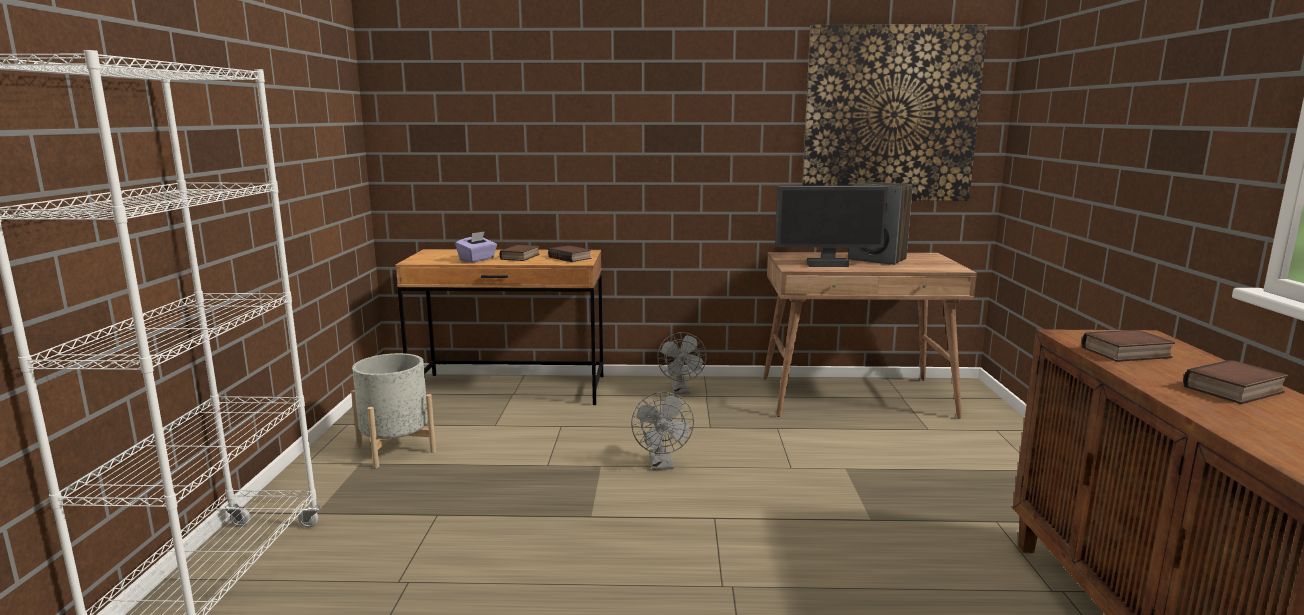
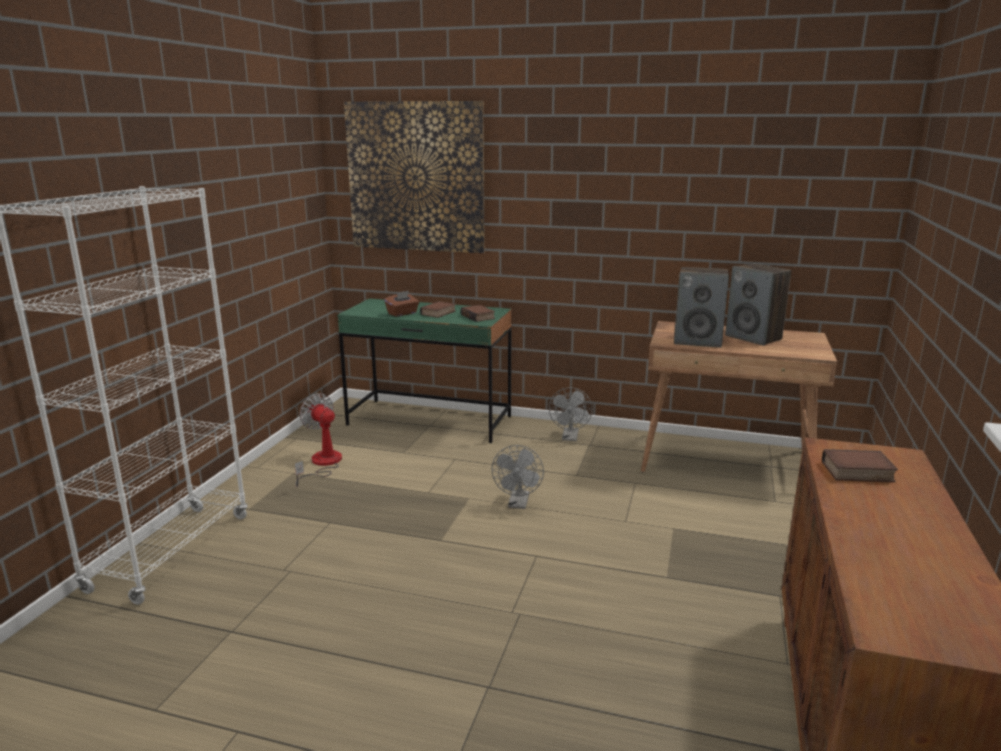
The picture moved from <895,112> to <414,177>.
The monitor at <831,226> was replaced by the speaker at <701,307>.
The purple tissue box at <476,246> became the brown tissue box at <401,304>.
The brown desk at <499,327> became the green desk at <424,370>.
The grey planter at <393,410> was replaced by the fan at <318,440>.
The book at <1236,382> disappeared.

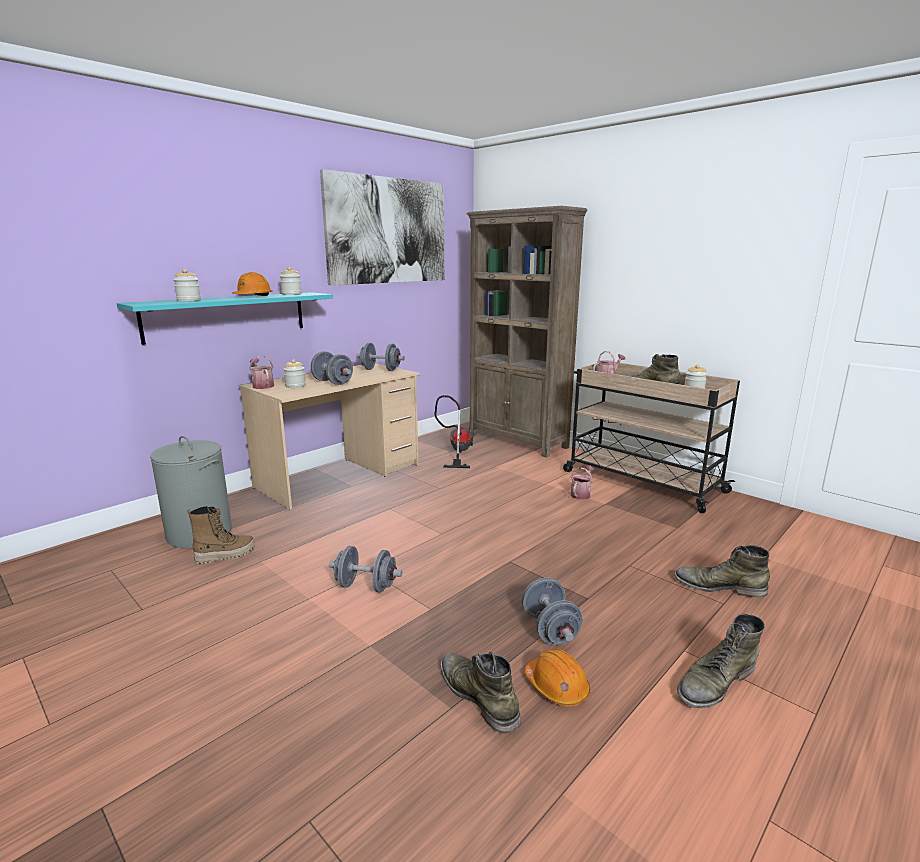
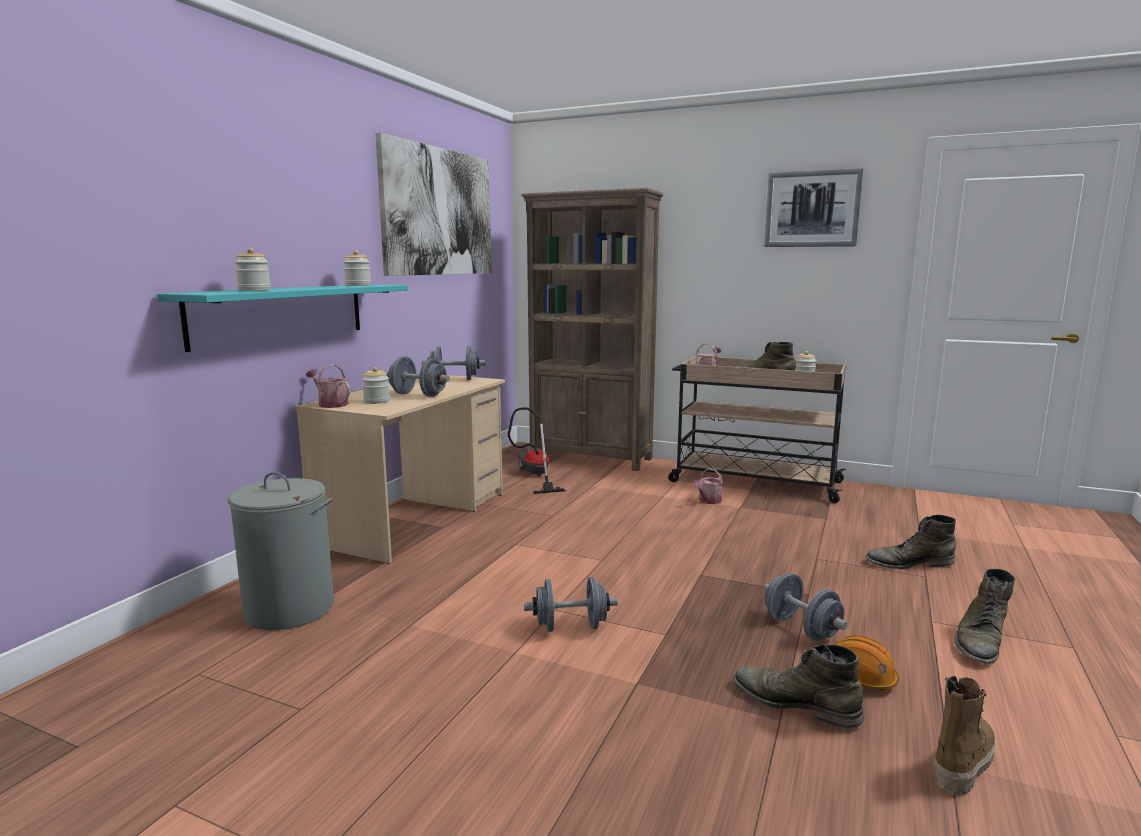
The orange hard hat at <252,284> disappeared.
The watering can at <582,483> turned 150 degrees counterclockwise.
The boot moved from <221,535> to <965,736>.
The picture at <813,207> appeared.

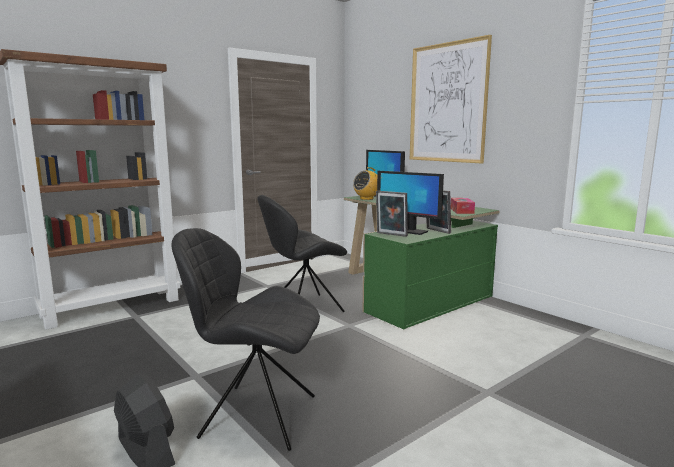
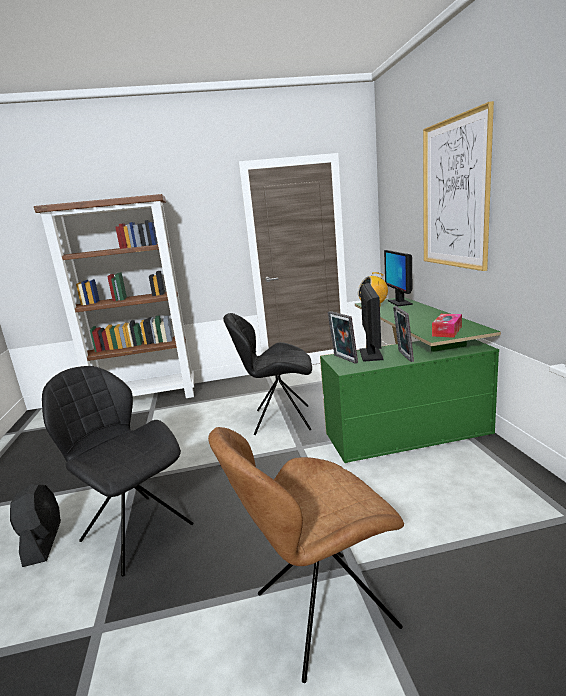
The monitor at <410,203> turned 150 degrees counterclockwise.
The brown chair at <306,555> appeared.

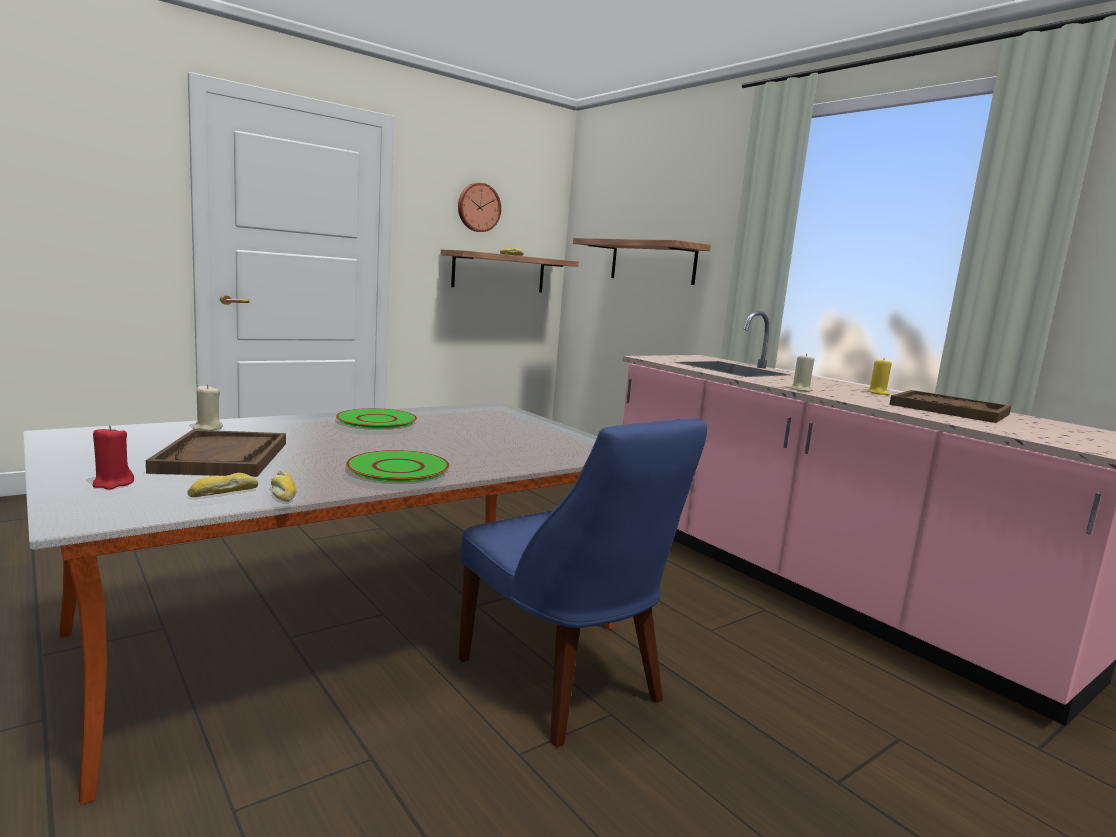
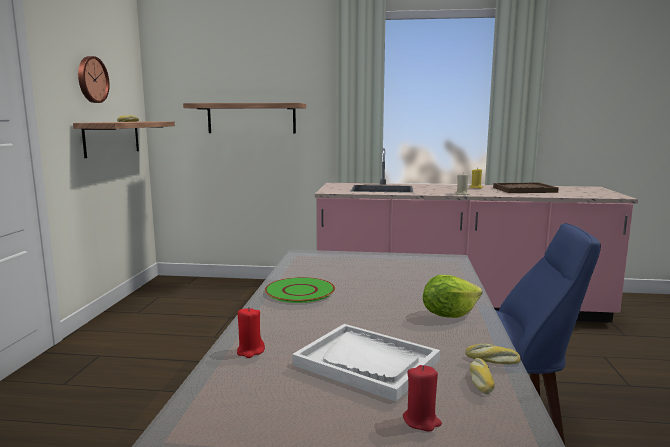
The beige candle at <208,407> became the red candle at <251,332>.
The brown tray at <216,453> became the white tray at <366,363>.
The green plate at <398,466> was replaced by the lettuce at <452,296>.

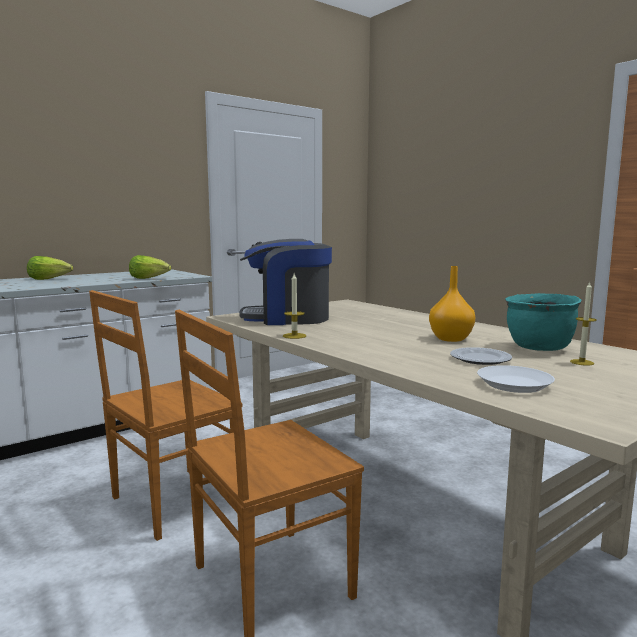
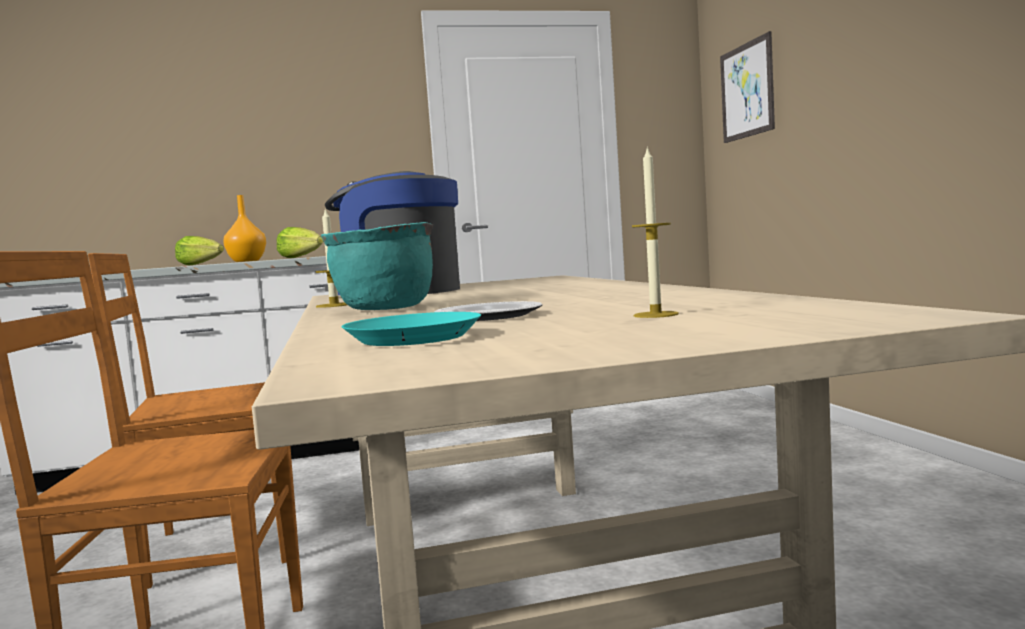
The orange vase moved from <452,304> to <244,228>.
The turquoise cooking pot moved from <543,322> to <377,266>.
The white plate at <516,379> became the turquoise plate at <411,329>.
The picture at <747,87> appeared.

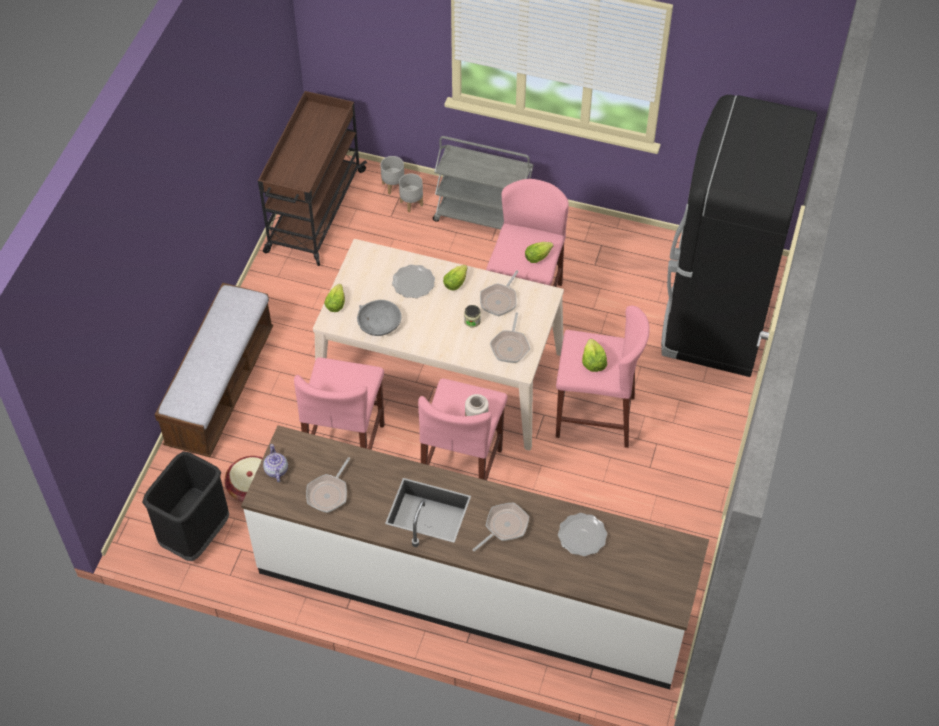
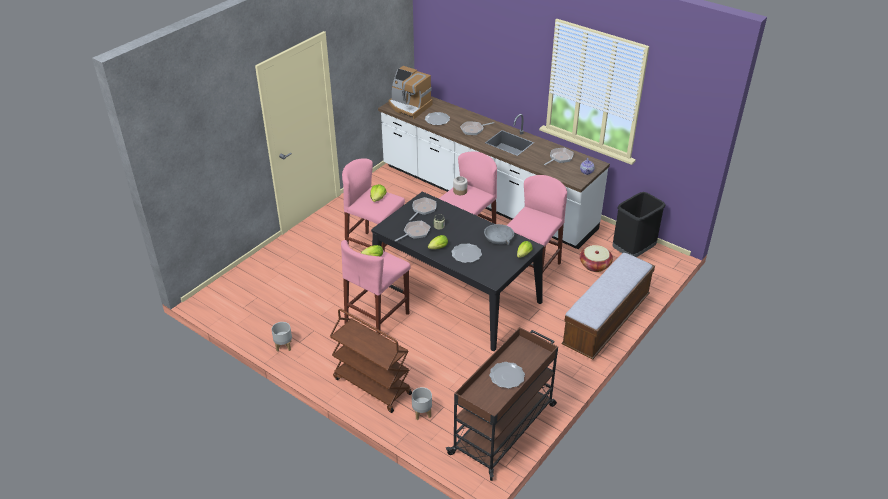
The black fridge at <739,236> disappeared.
The grey cart at <483,183> became the brown cart at <371,361>.
The grey planter moved from <392,175> to <281,337>.
The beige dining table at <438,344> became the black dining table at <457,271>.
The coffee machine at <410,92> appeared.
The plate at <507,375> appeared.

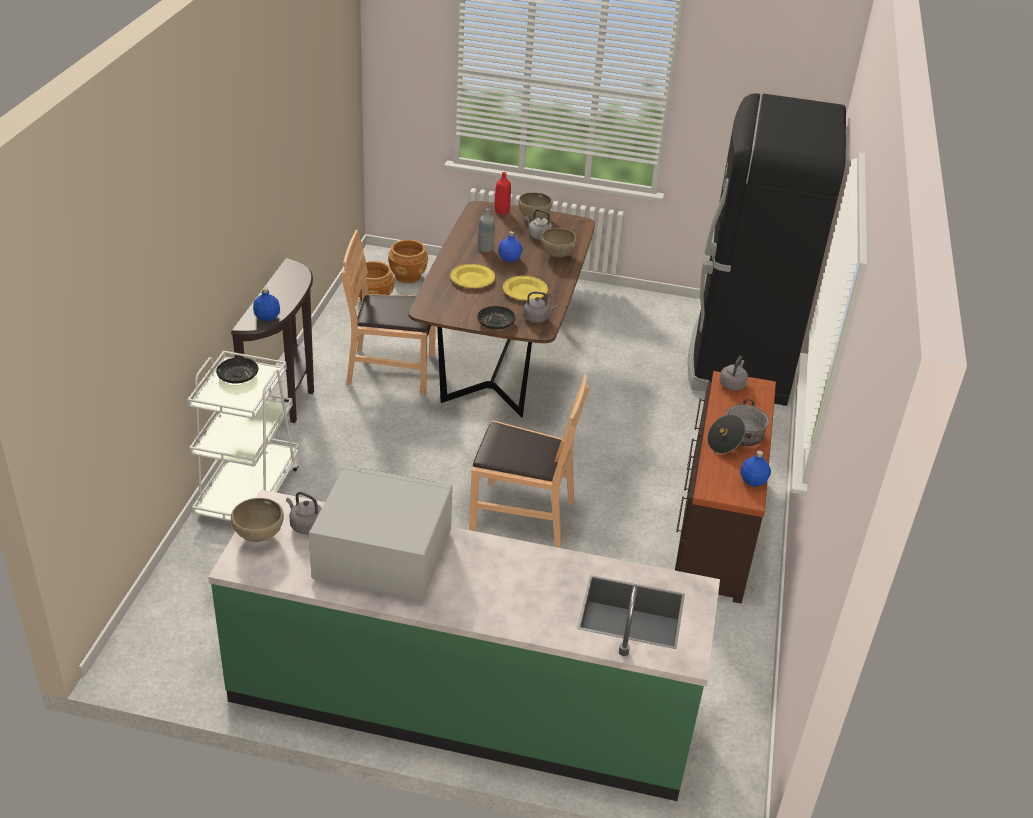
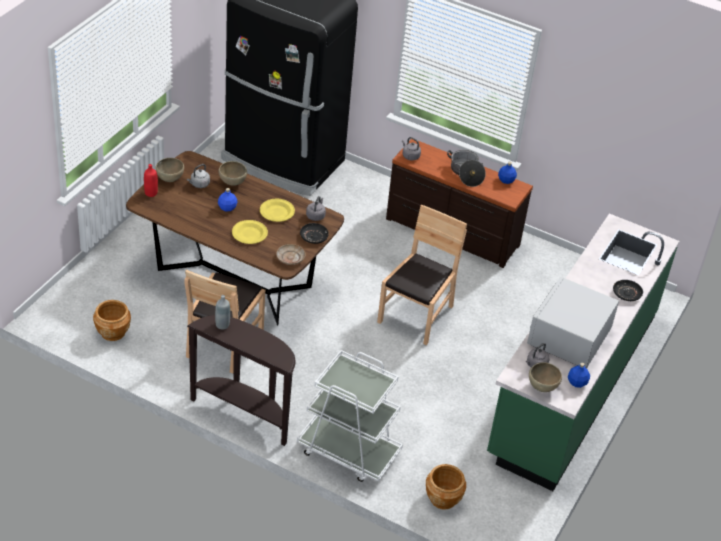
The grey bottle moved from <486,230> to <222,312>.
The brown planter moved from <408,261> to <446,487>.
The blue bottle moved from <266,304> to <579,375>.
The black plate moved from <237,370> to <628,290>.
The beige plate at <291,254> appeared.

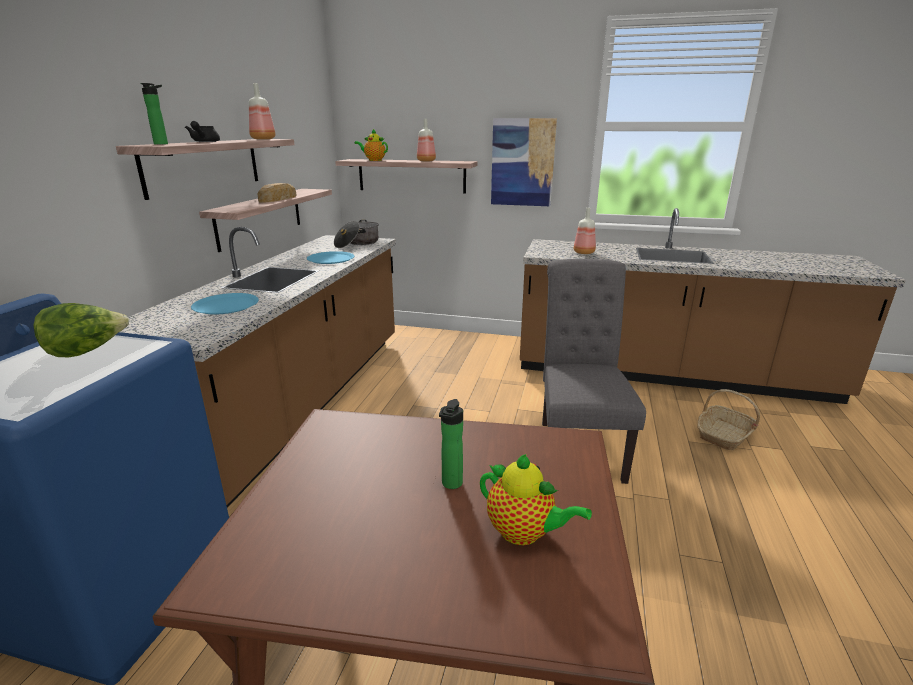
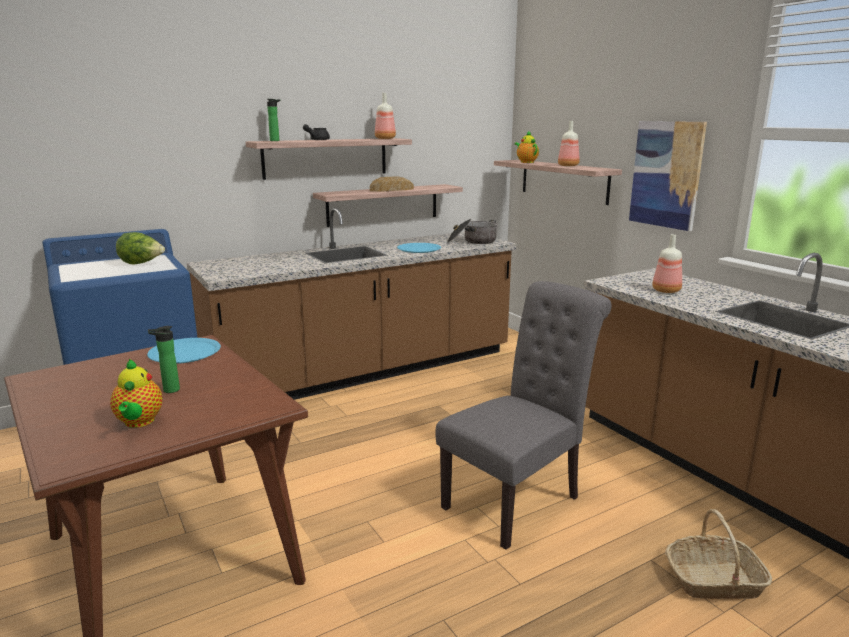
The blue plate moved from <225,303> to <184,351>.

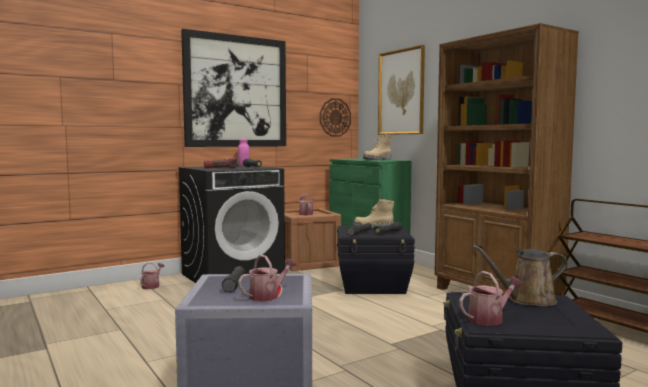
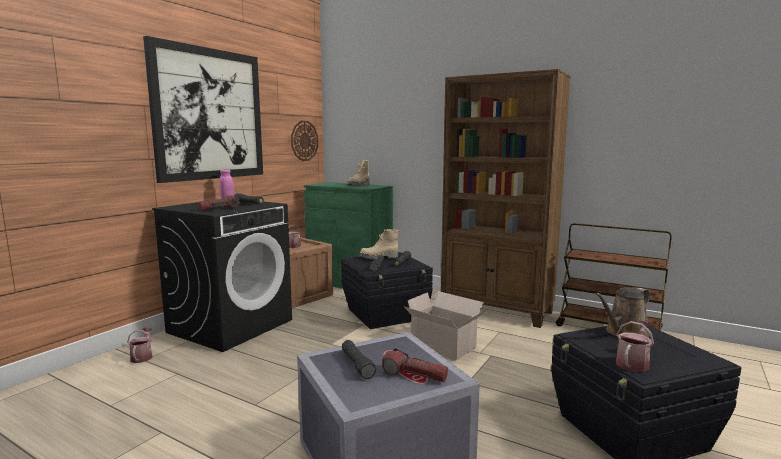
The picture at <401,90> disappeared.
The watering can at <267,278> was replaced by the flashlight at <415,365>.
The cardboard box at <444,325> appeared.

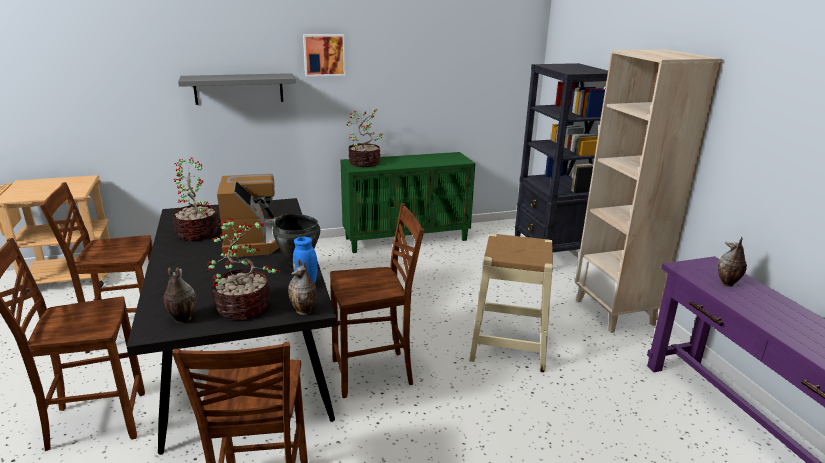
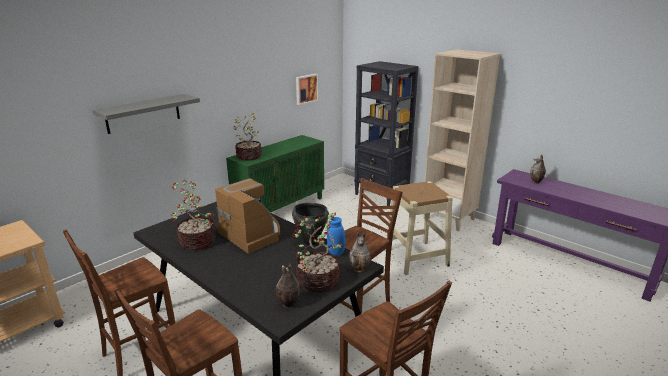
The picture moved from <324,55> to <307,89>.

